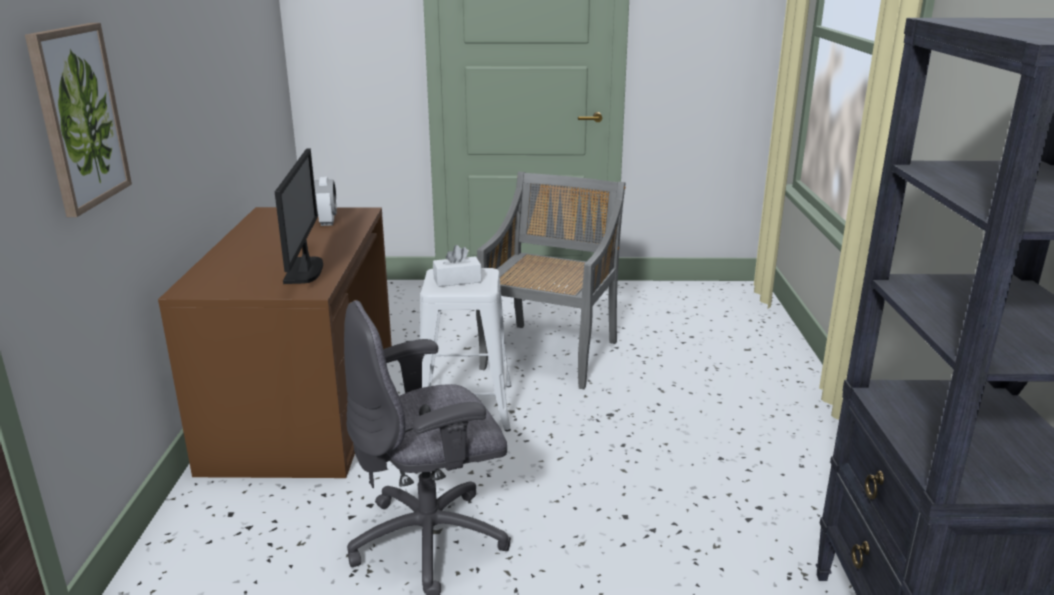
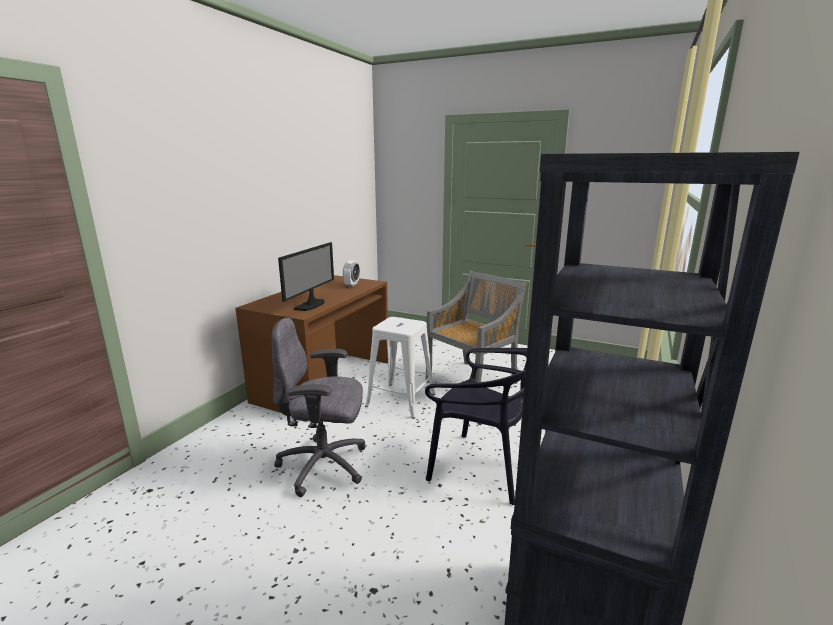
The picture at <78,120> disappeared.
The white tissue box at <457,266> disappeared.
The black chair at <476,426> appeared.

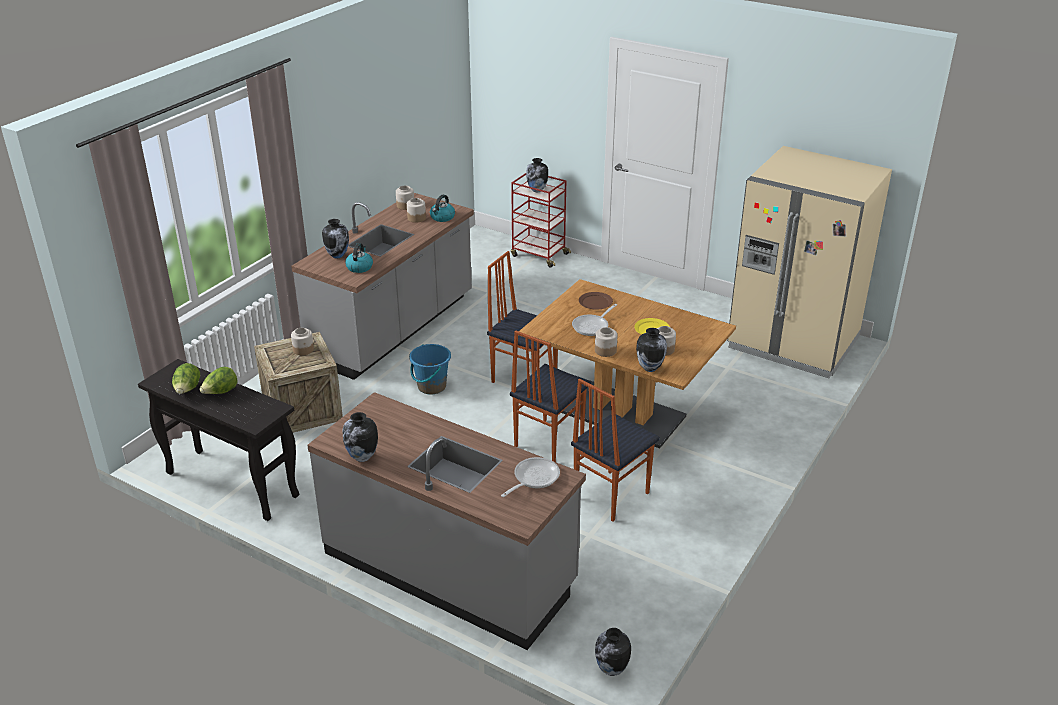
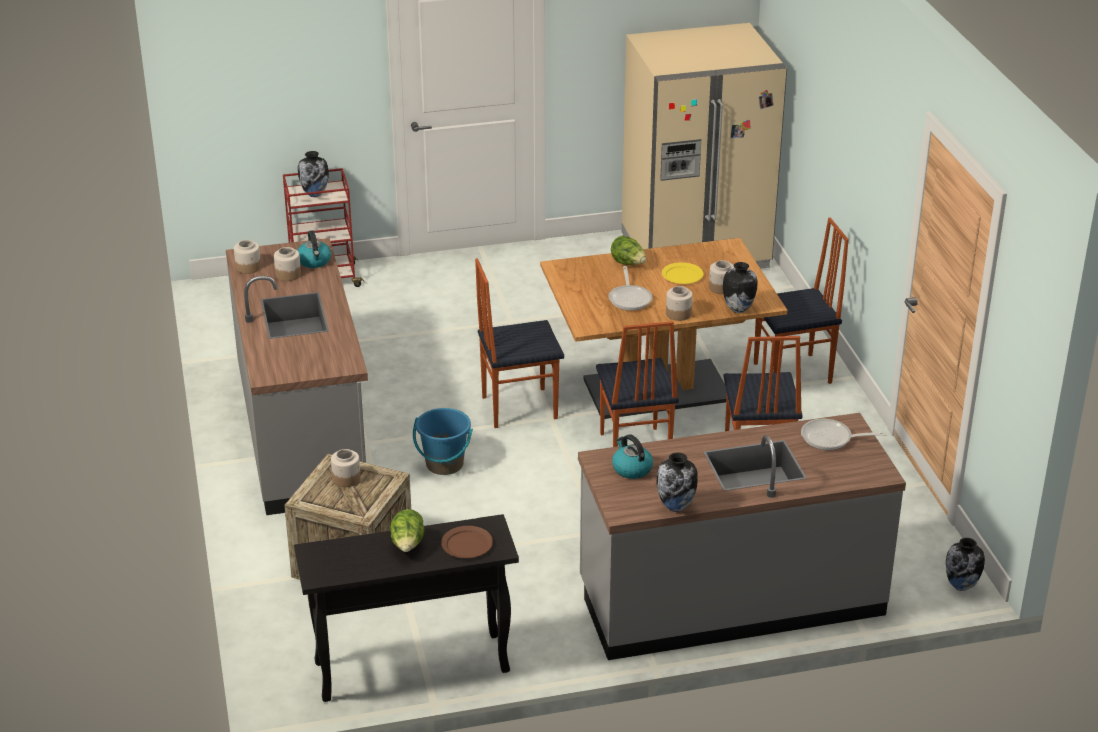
The vase at <335,239> disappeared.
The kettle moved from <359,258> to <632,456>.
The brown plate moved from <596,300> to <467,542>.
The lettuce moved from <186,378> to <628,250>.
The frying pan at <530,477> turned 75 degrees counterclockwise.
The chair at <801,300> appeared.

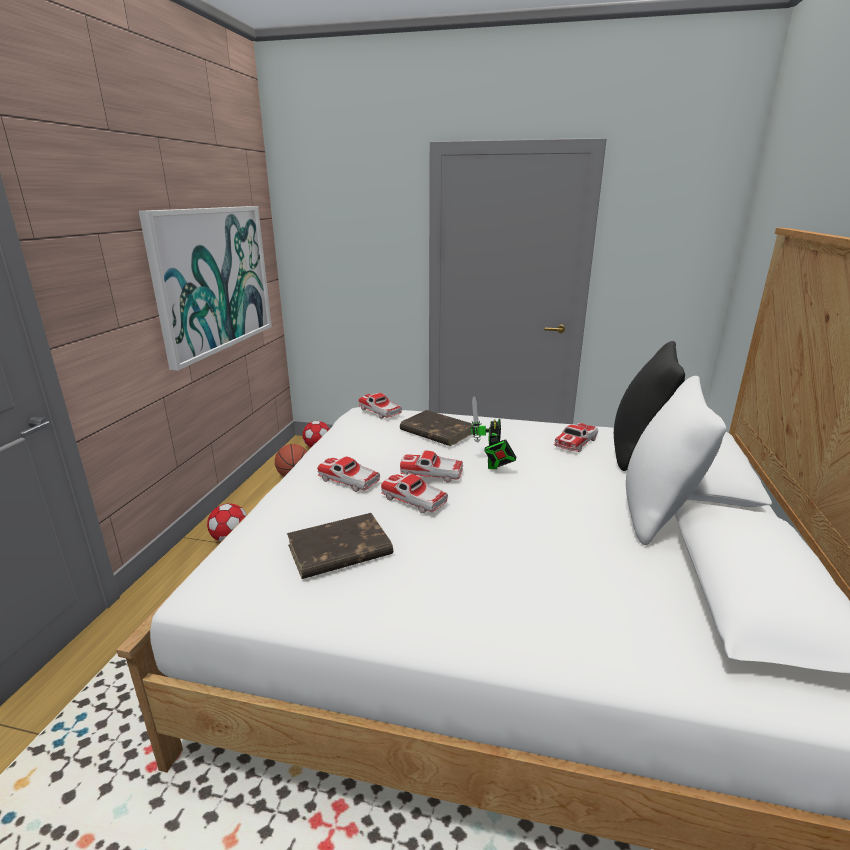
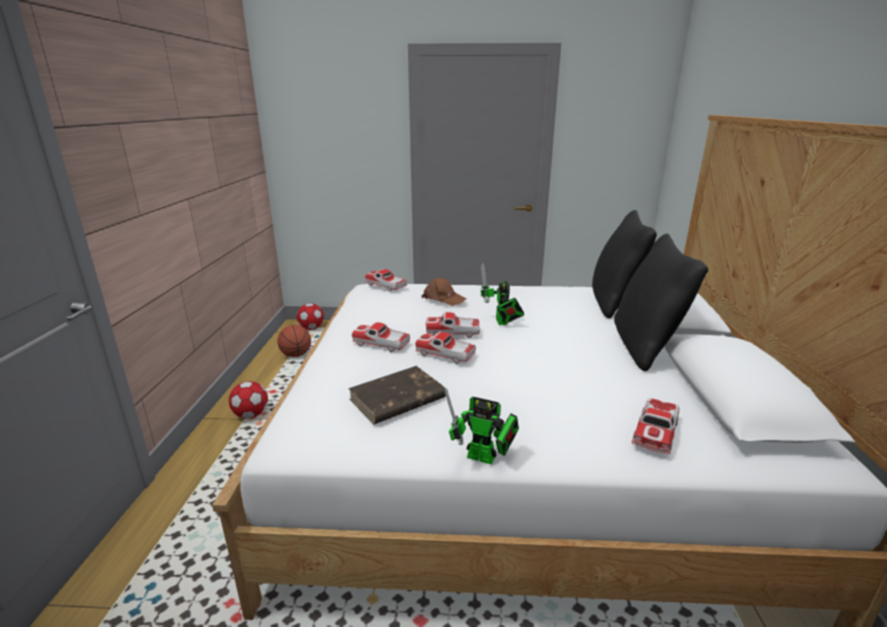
The picture at <205,288> disappeared.
The white pillow at <676,460> became the black pillow at <661,302>.
The brown book at <436,428> was replaced by the brown cap at <444,292>.
The toy car moved from <576,437> to <655,426>.
The toy robot at <482,426> appeared.

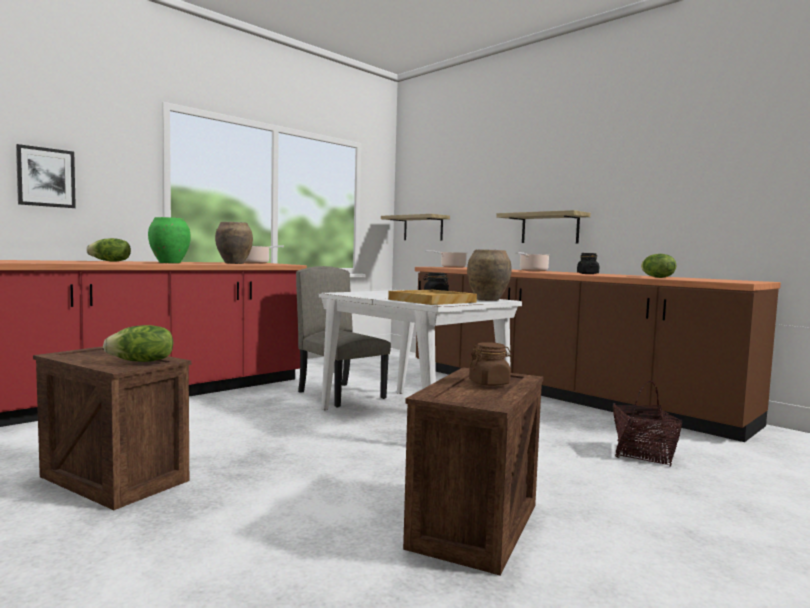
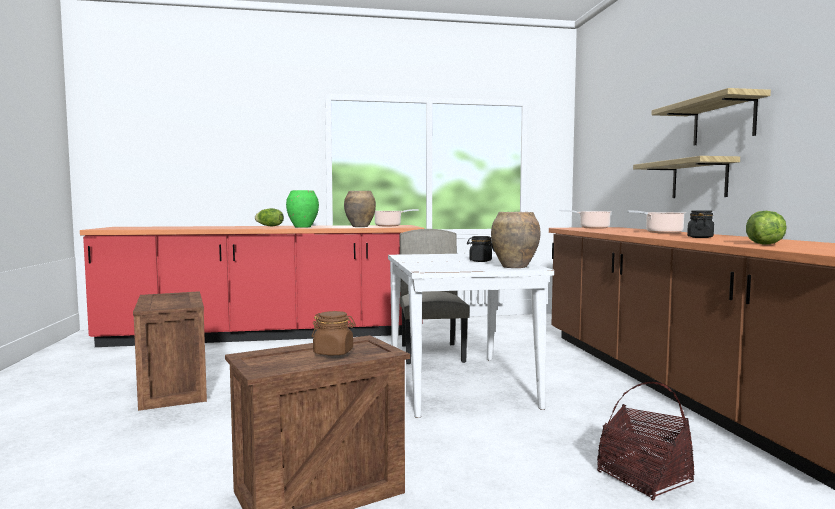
The picture at <46,176> disappeared.
The shelf moved from <415,227> to <711,117>.
The beige tray at <432,297> disappeared.
The lettuce at <138,343> disappeared.

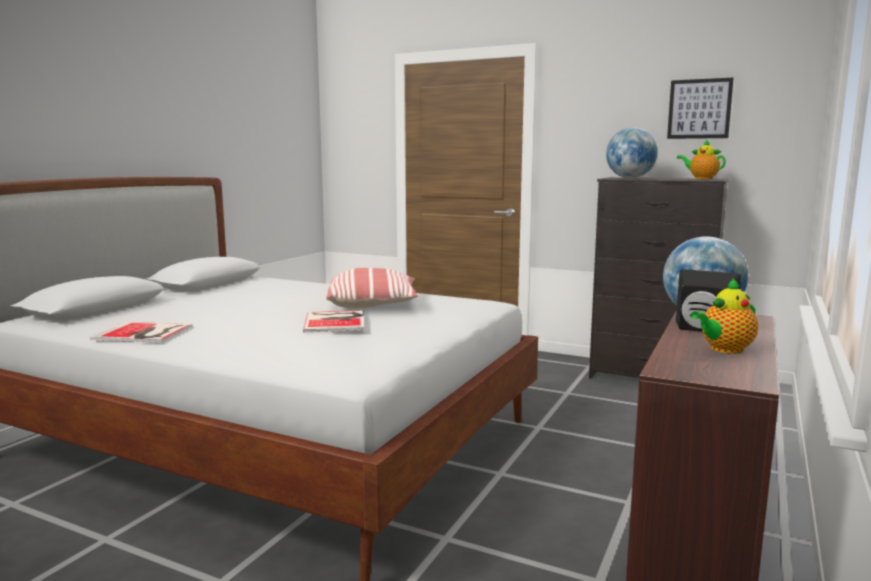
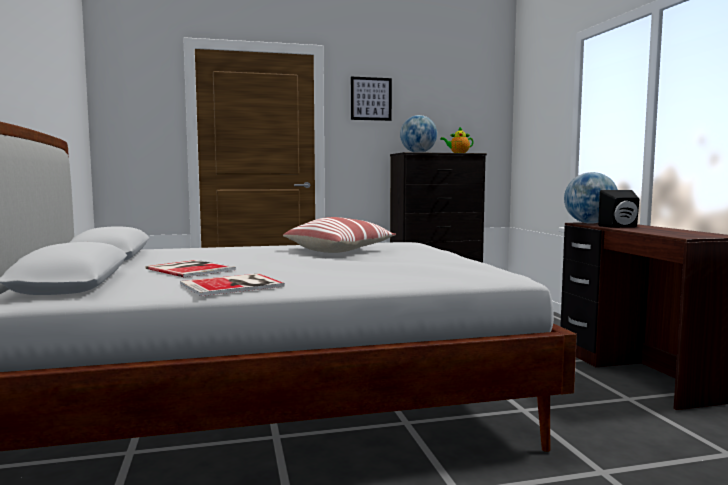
The picture moved from <700,108> to <371,99>.
The teapot at <724,316> disappeared.
The book moved from <333,321> to <190,268>.

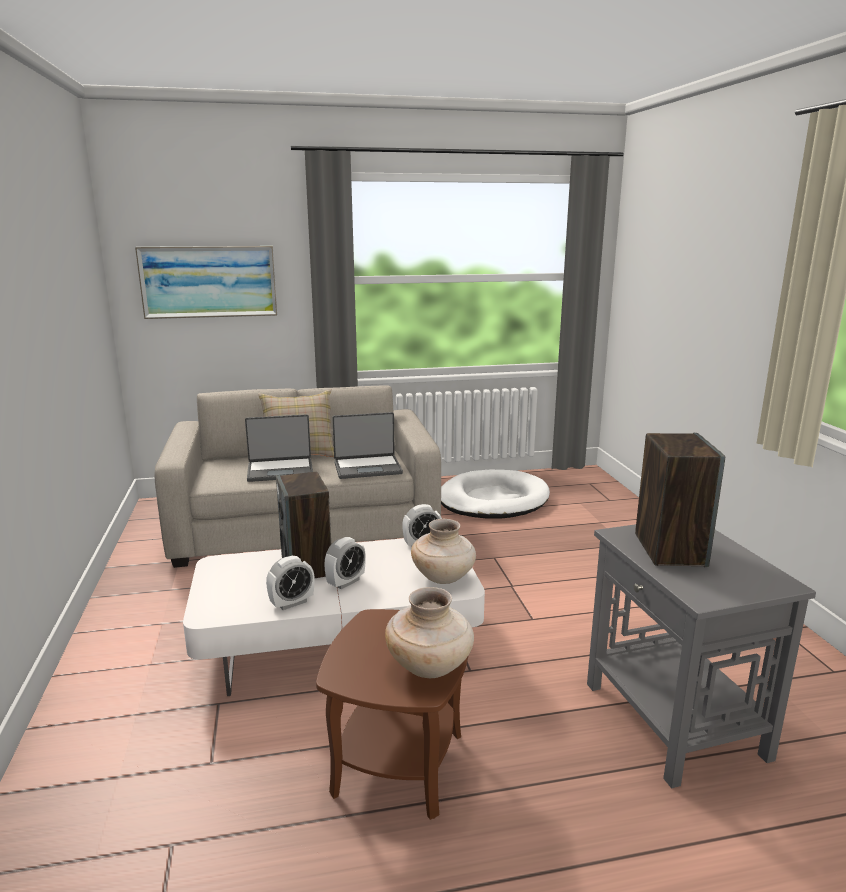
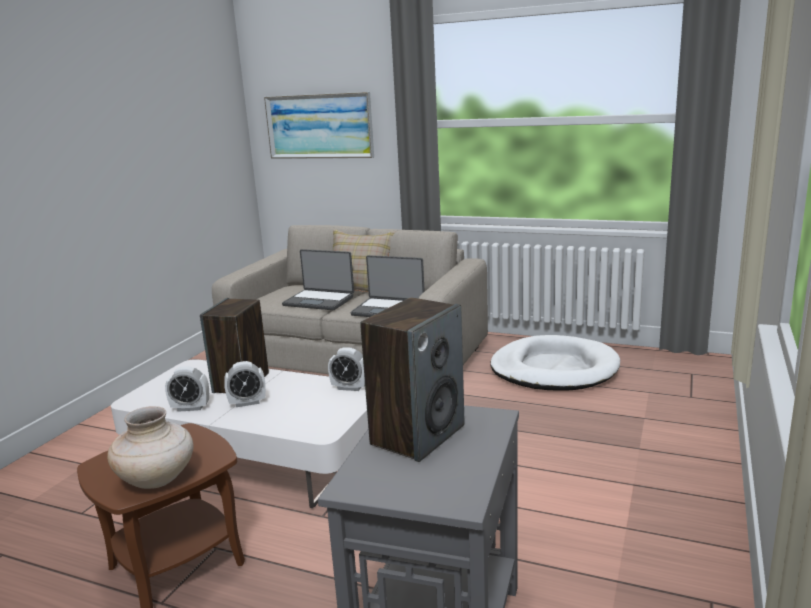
The beige vase at <443,551> disappeared.

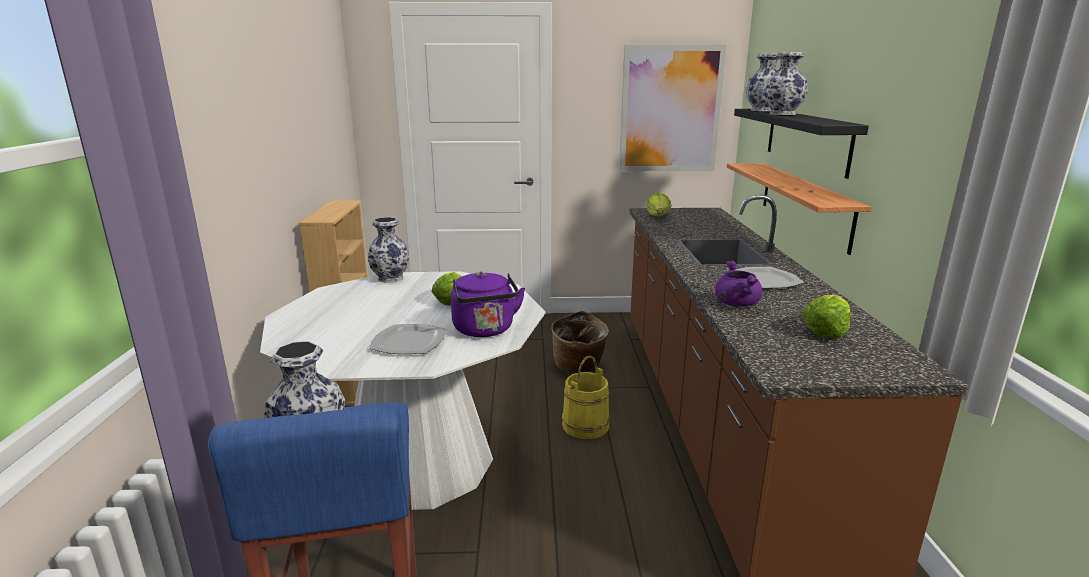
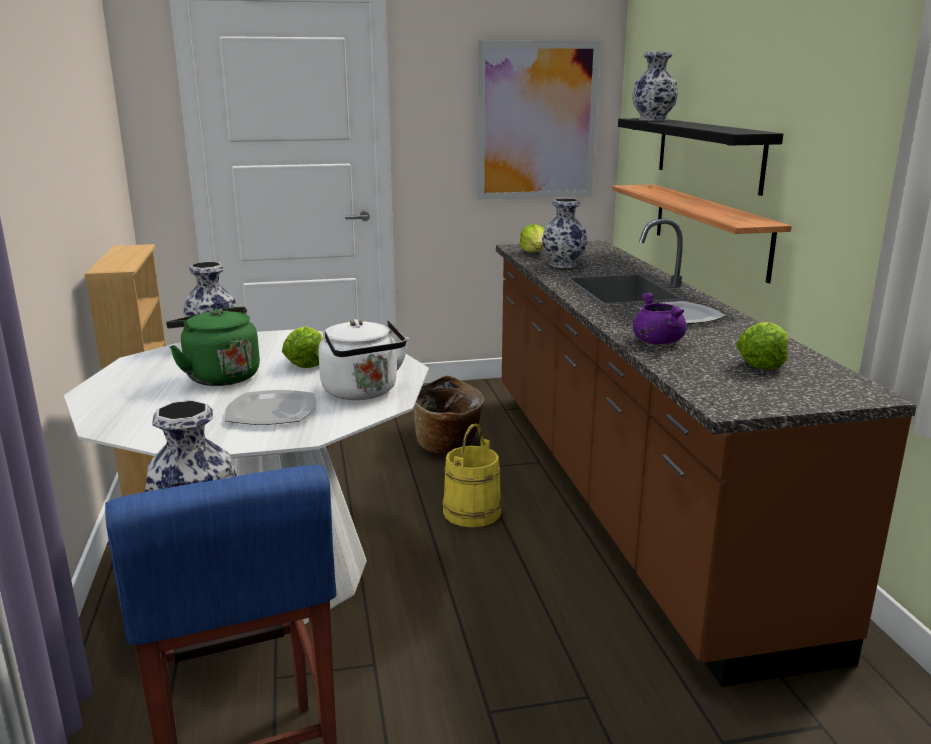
The vase moved from <786,83> to <565,233>.
The purple kettle at <488,304> became the white kettle at <363,359>.
The green kettle at <213,346> appeared.

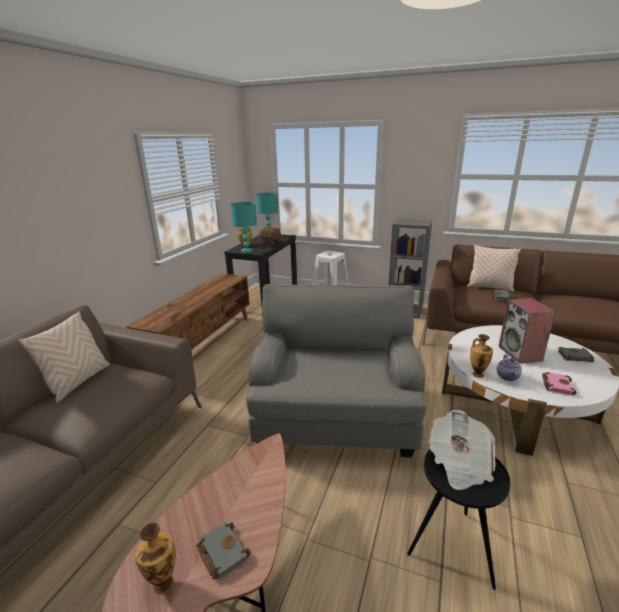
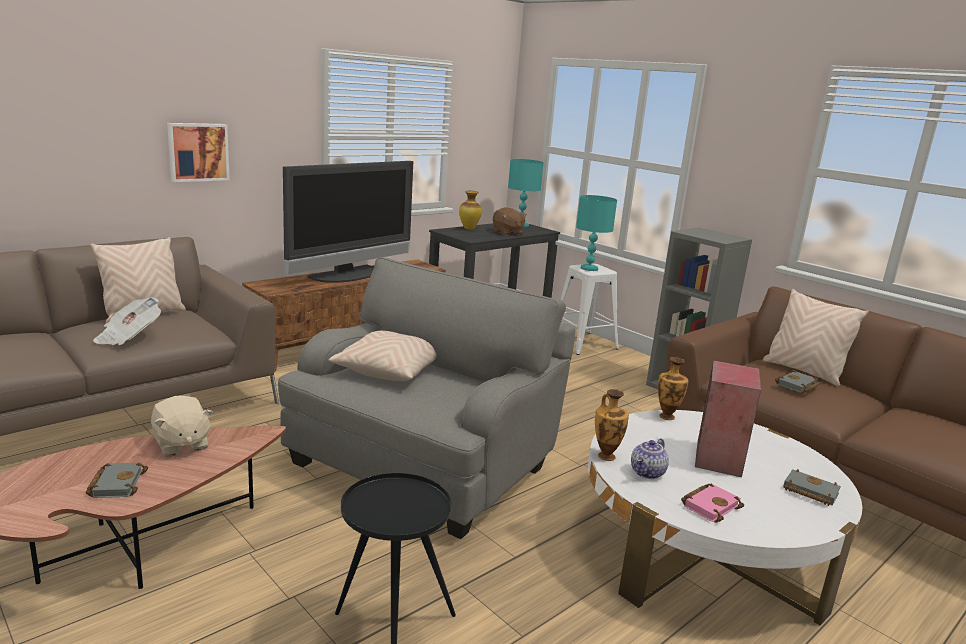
The turquoise table lamp moved from <243,227> to <596,233>.
The newspaper moved from <462,450> to <127,321>.
The vase moved from <155,558> to <673,388>.
The picture at <198,152> appeared.
The television at <348,222> appeared.
The beige pillow at <382,356> appeared.
The beige plush toy at <182,426> appeared.

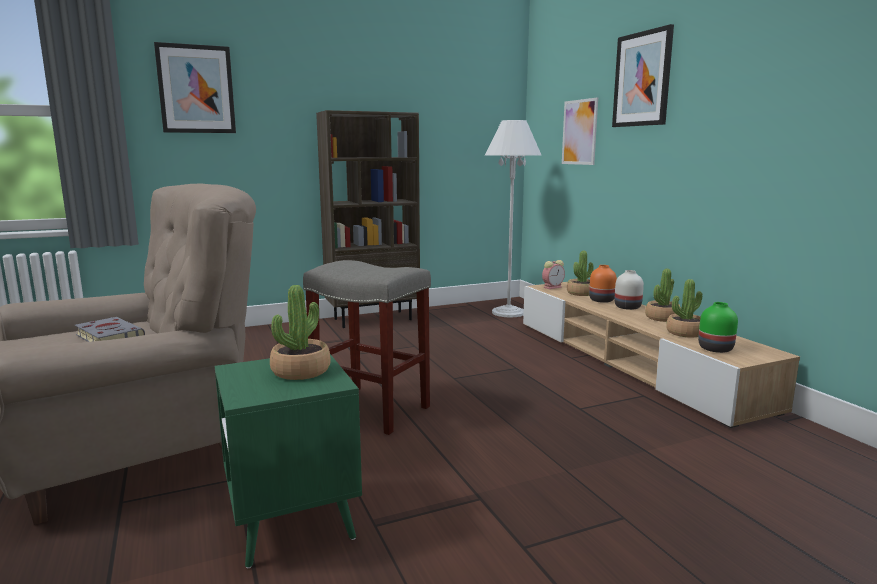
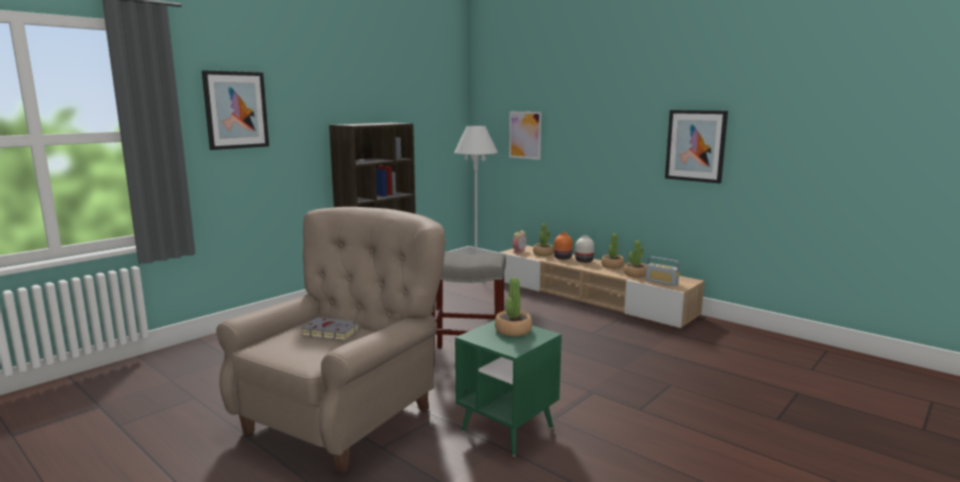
The picture moved from <643,75> to <696,146>.
The green vase at <718,327> was replaced by the radio at <663,271>.

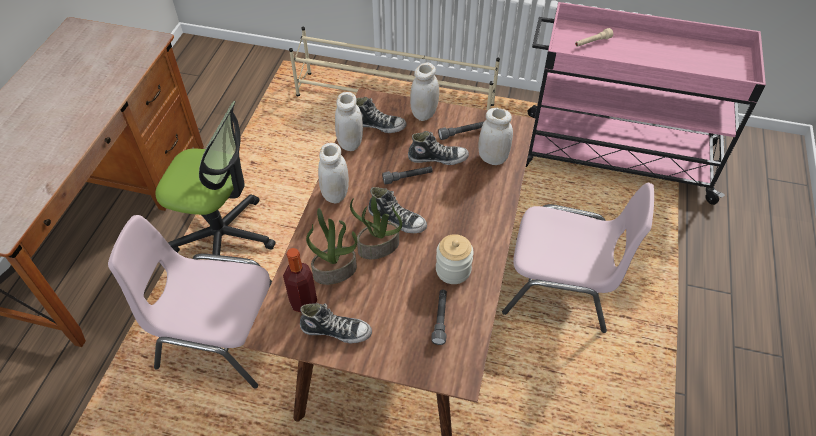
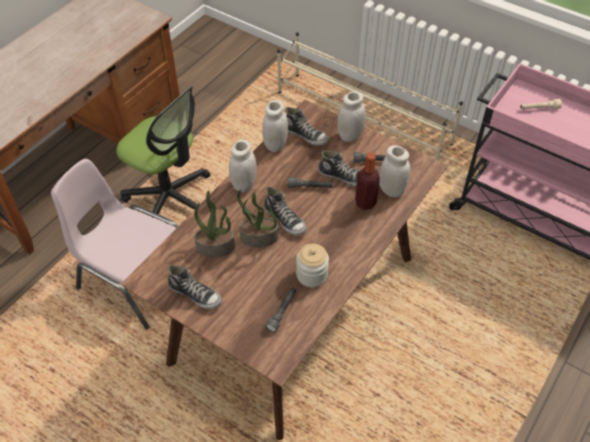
The pink chair at <578,258> disappeared.
The bottle moved from <300,280> to <367,181>.

